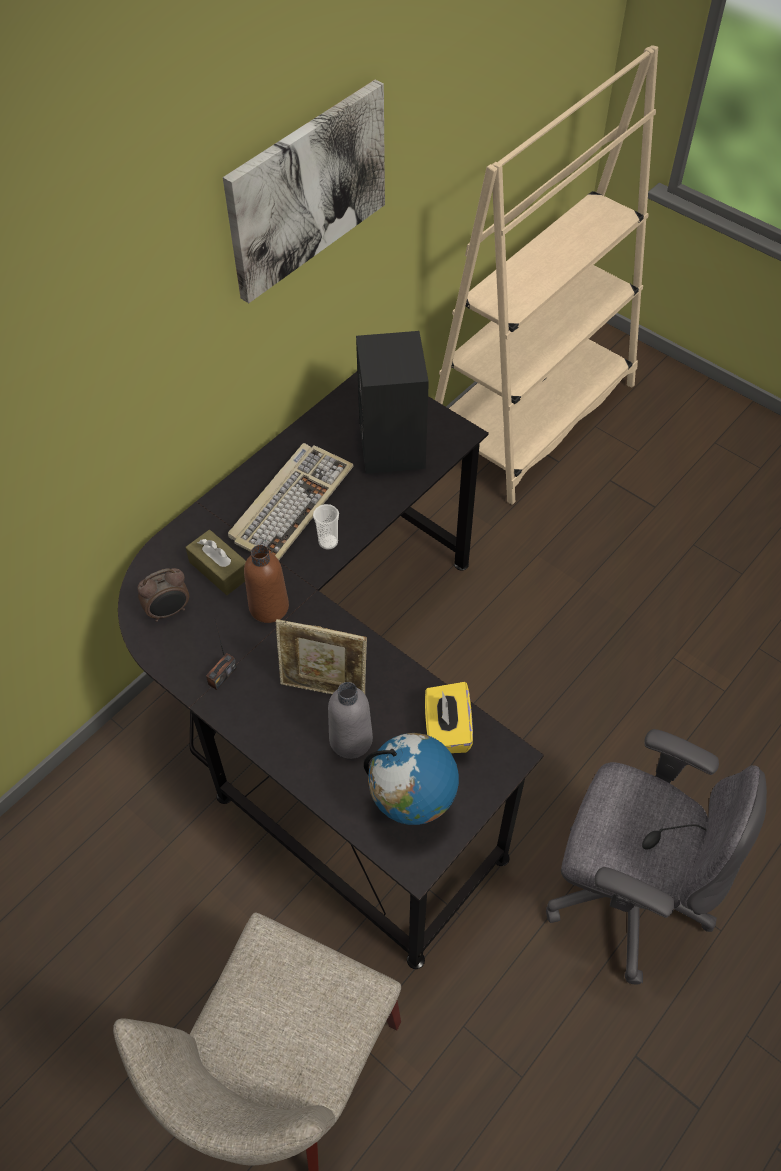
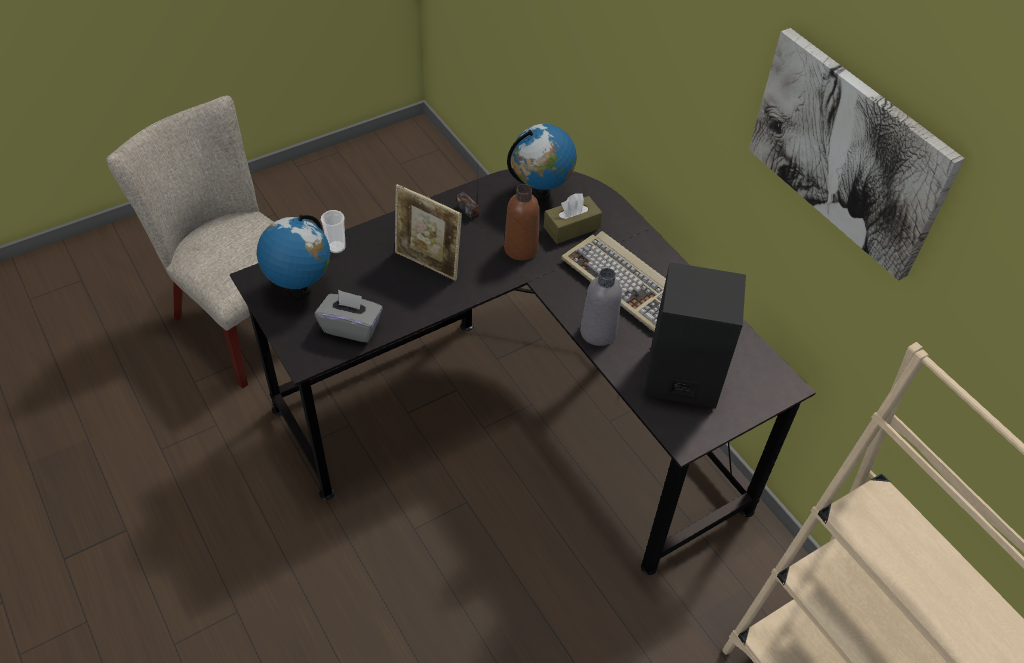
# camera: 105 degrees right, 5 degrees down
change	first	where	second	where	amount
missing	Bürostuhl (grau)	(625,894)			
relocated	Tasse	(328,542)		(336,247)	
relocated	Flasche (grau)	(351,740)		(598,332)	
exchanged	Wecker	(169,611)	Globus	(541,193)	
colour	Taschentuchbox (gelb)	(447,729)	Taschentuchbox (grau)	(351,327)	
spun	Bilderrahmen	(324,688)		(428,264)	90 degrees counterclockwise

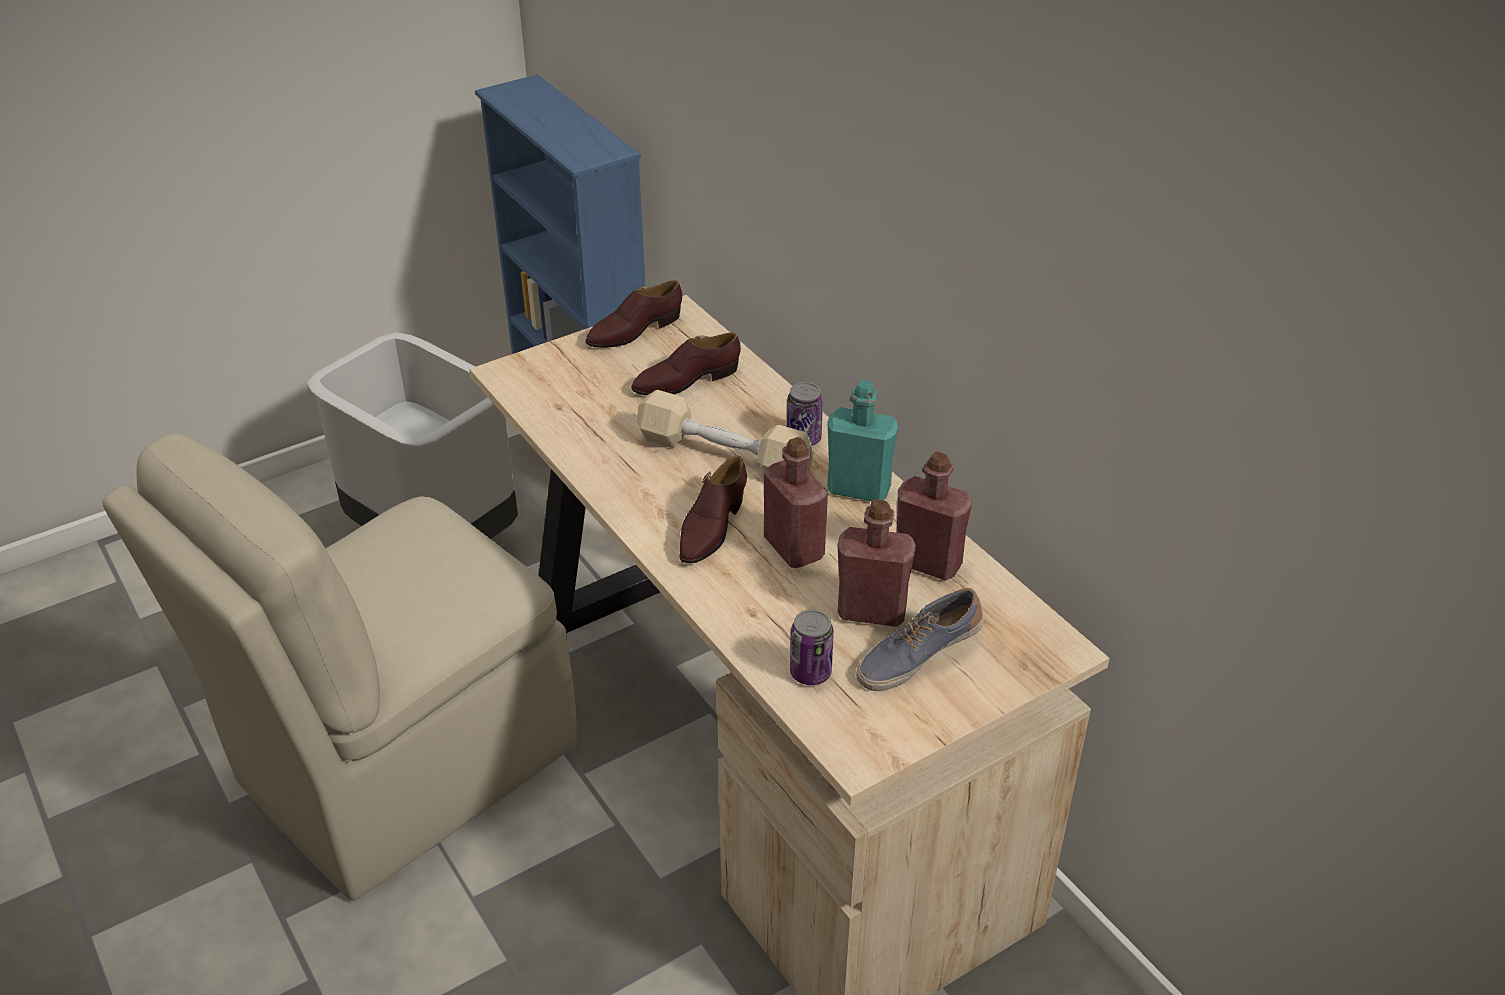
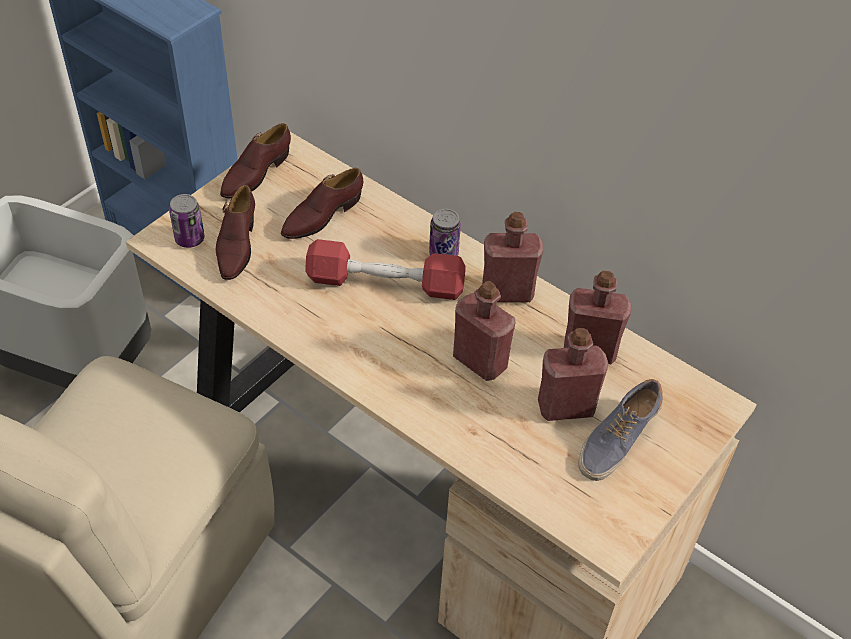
# camera: 20 degrees left, 10 degrees up
change	first	where	second	where	amount
relocated	Schuh (braun)	(711,527)		(236,245)	
relocated	Dose	(810,673)		(190,239)	
colour	Hantel (beige)	(724,455)	Hantel (rot)	(385,283)	
colour	Flasche (türkis)	(859,489)	Flasche (rot)	(507,292)	

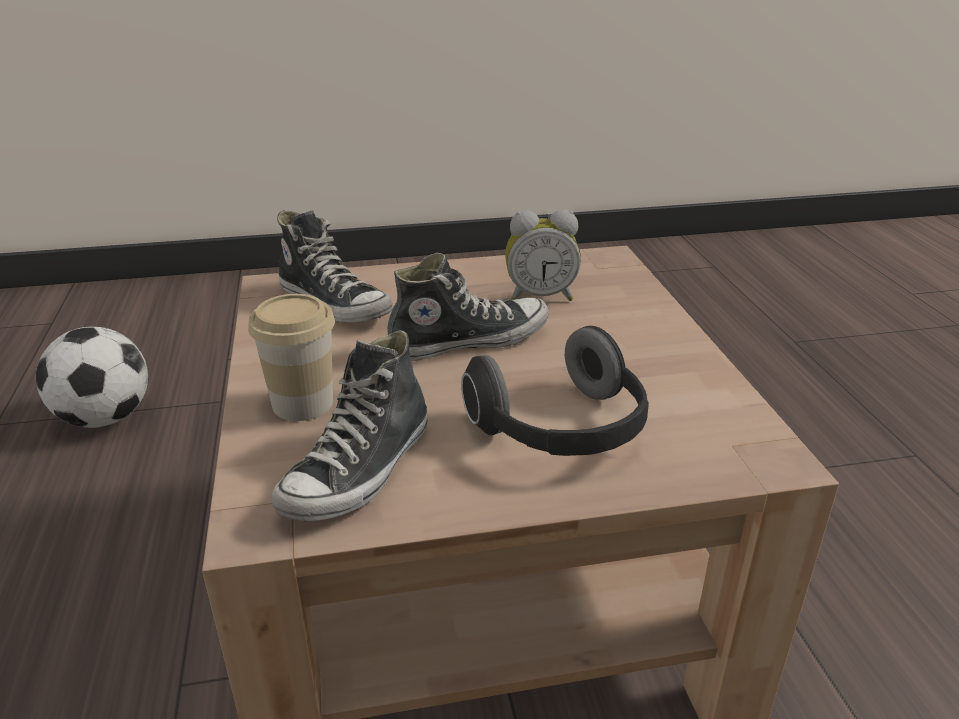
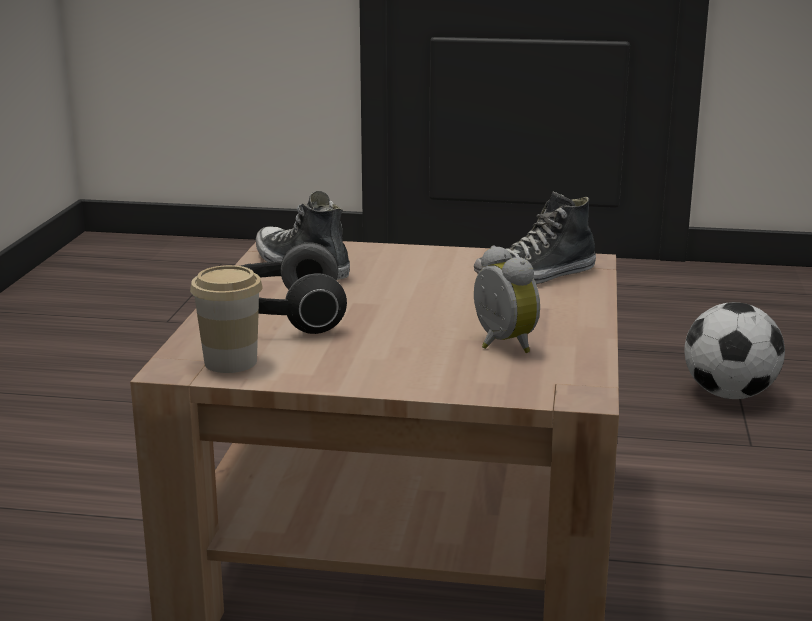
# camera: 110 degrees right, 10 degrees down
change	first	where	second	where	amount
missing	Schuh	(468,341)			
relocated	Tasse	(302,403)		(230,362)	
spun	Wecker	(540,296)		(500,345)	135 degrees clockwise

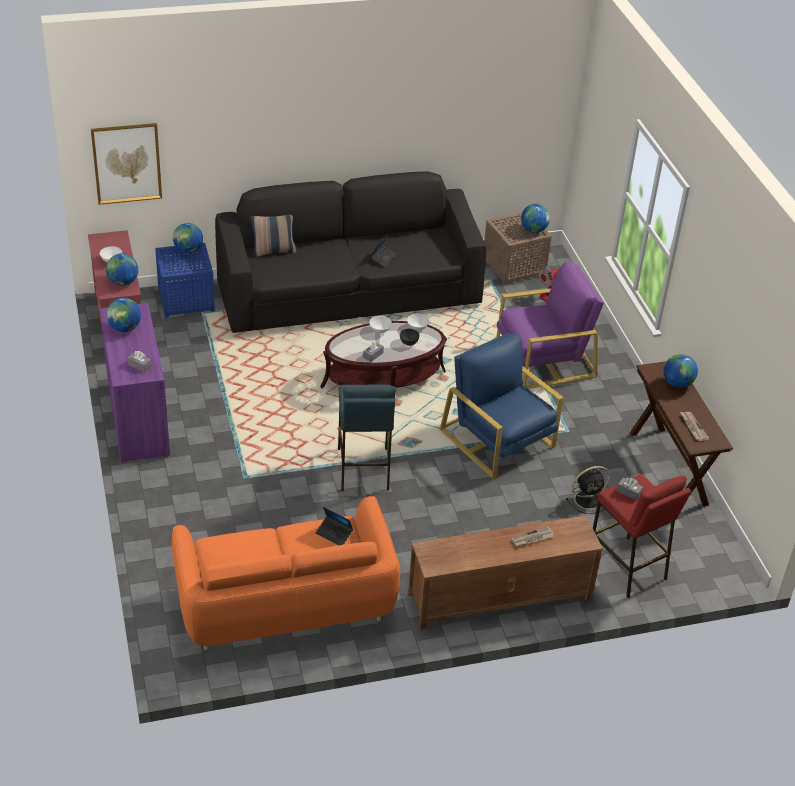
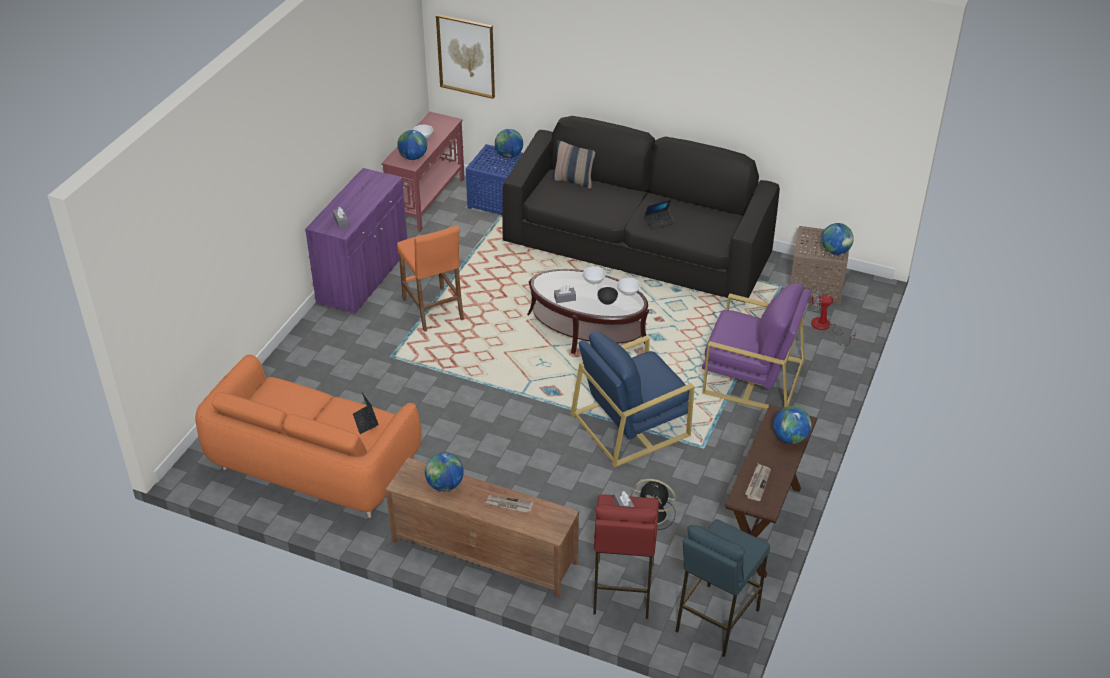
# camera: 40 degrees right, 0 degrees up
change	first	where	second	where	amount
appeared			Hocker (orange)	(433,309)	
relocated	Globus	(125,328)		(445,485)	
relocated	Hocker (blau)	(363,469)		(716,620)	
spun	Sessel (blau)	(498,439)		(631,424)	120 degrees counterclockwise

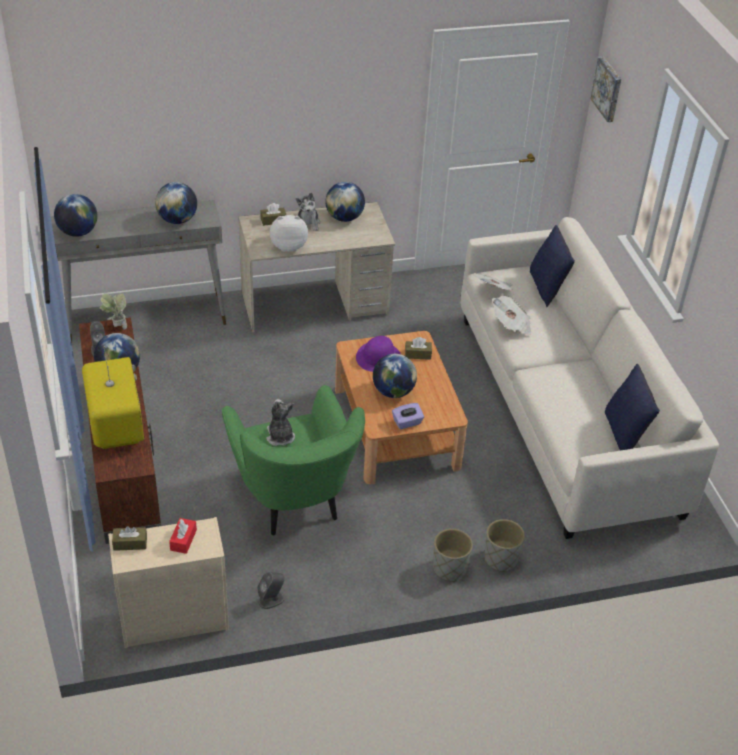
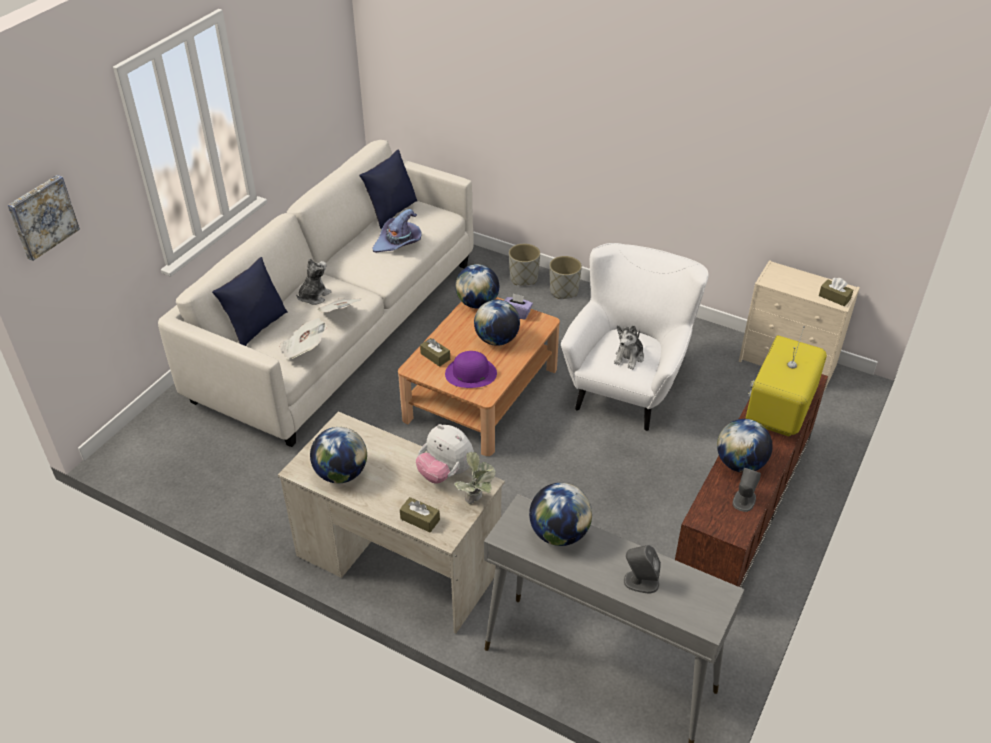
# camera: 135 degrees left, 0 degrees up
change	first	where	second	where	amount
missing	Taschentuchbox (rot)	(183,540)			
appeared			Hut (lila)	(398,243)	
relocated	Globus	(78,232)		(477,303)	
relocated	Topfpflanze	(116,327)		(477,500)	
relocated	Lautsprecher (grau)	(271,599)		(640,582)	
relocated	Plüschtier	(308,223)		(313,296)	
colour	Sessel (grün)	(294,502)	Sessel (weiß)	(627,387)	

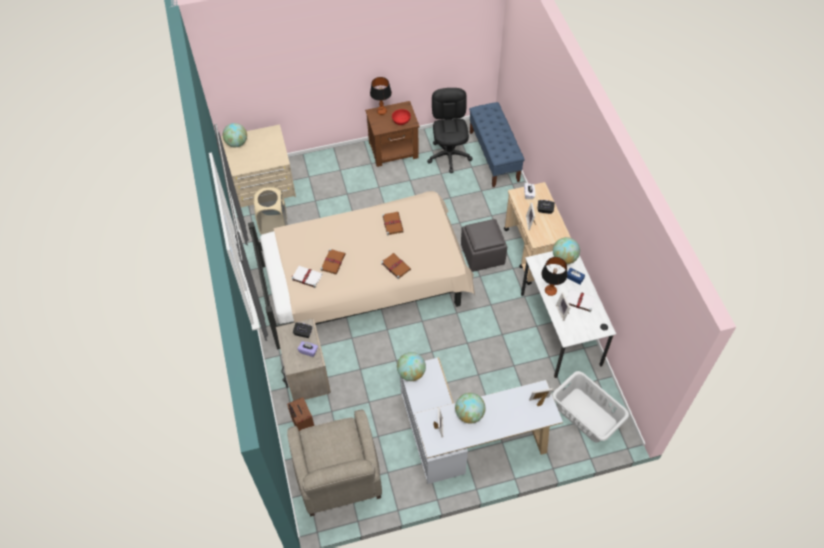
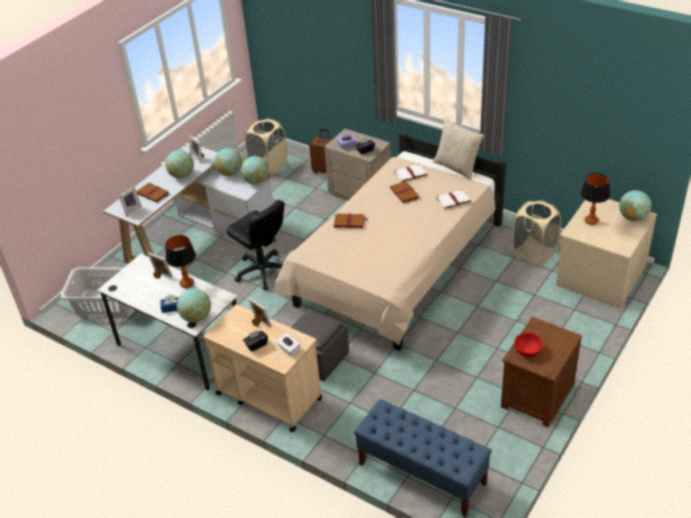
# camera: 140 degrees right, 15 degrees down
change	first	where	second	where	amount
appeared			Globus	(230,173)	
appeared			Kissen (beige)	(457,167)	
relocated	Tischlampe	(381,111)		(591,221)	
relocated	Buch (braun)	(392,223)		(153,194)	
relocated	Bürostuhl (schwarz)	(449,156)		(262,271)	
relocated	Buch (weiß)	(579,300)		(454,200)	
exchanged	Sessel (beige)	(338,476)	Wäschekorb (beige)	(269,166)	

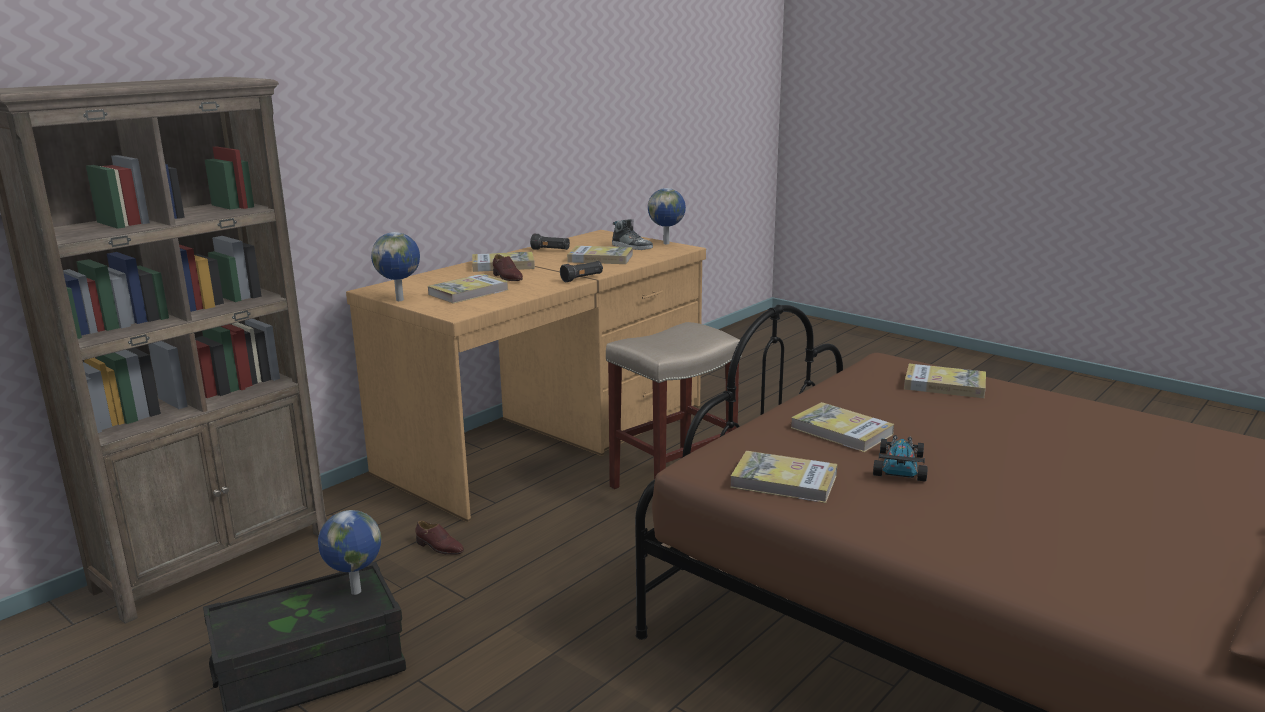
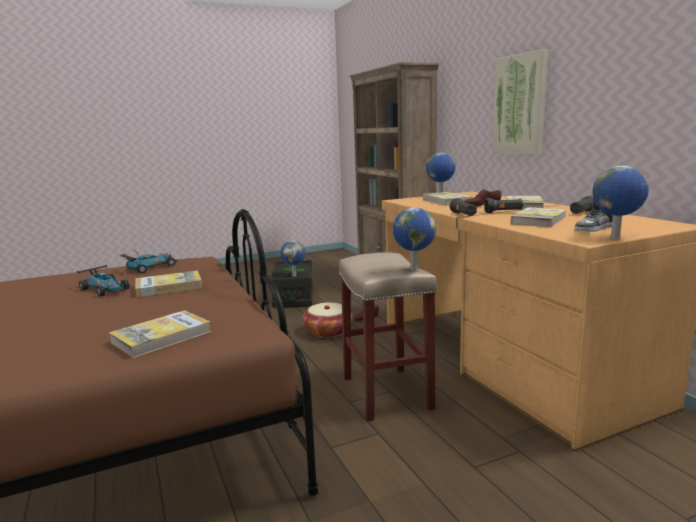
# camera: 115 degrees right, 5 degrees down
change	first	where	second	where	amount
appeared			Korb	(328,331)	
appeared			Globus	(413,269)	
appeared			Taschenlampe (schwarz)	(503,212)	
appeared			Bild	(520,104)	
exchanged	Buch	(784,481)	Spielzeugauto	(151,267)	

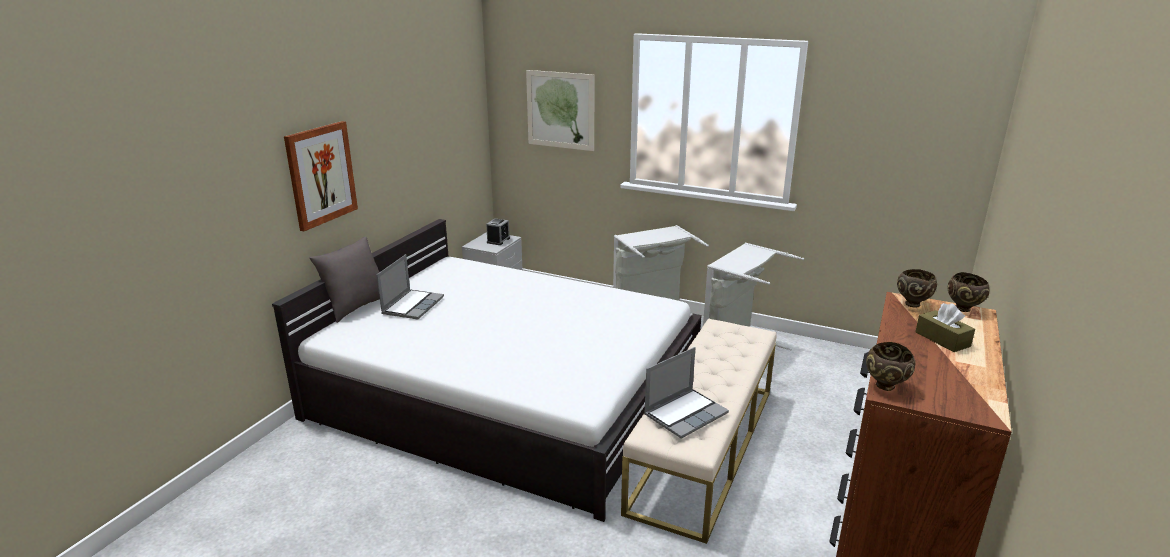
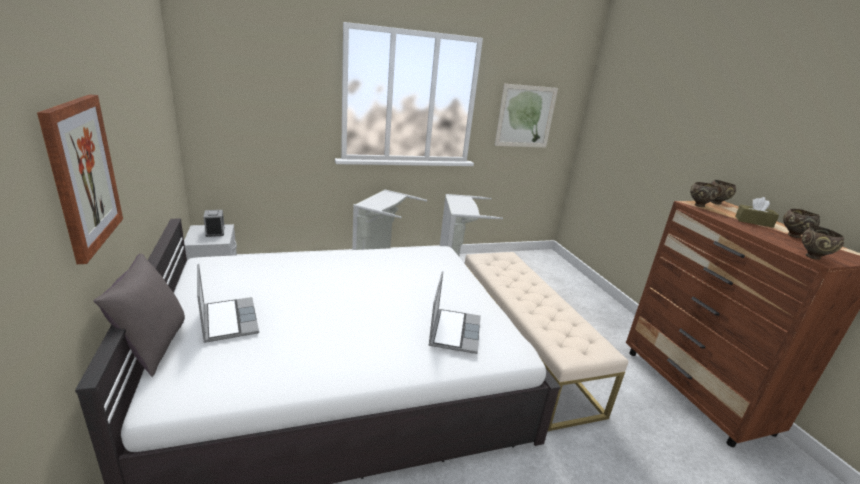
# camera: 45 degrees left, 0 degrees up
change	first	where	second	where	amount
appeared			Schüssel (braun)	(793,235)	
relocated	Bild	(560,110)		(525,116)	
relocated	Laptop	(685,413)		(454,331)	

